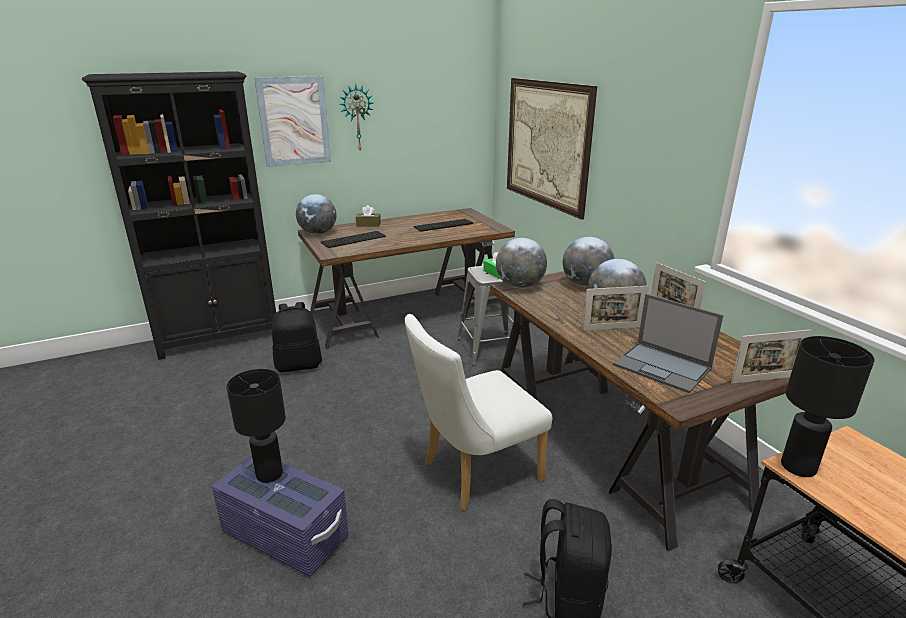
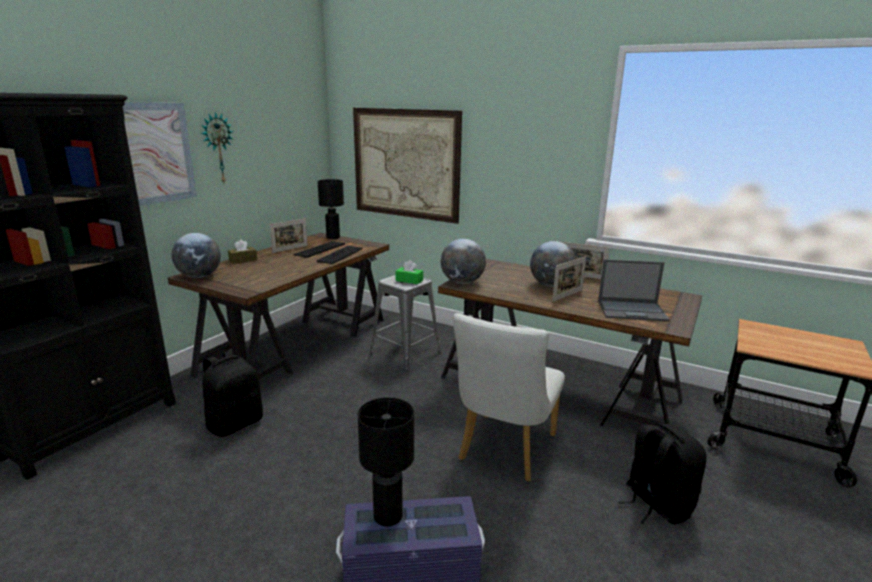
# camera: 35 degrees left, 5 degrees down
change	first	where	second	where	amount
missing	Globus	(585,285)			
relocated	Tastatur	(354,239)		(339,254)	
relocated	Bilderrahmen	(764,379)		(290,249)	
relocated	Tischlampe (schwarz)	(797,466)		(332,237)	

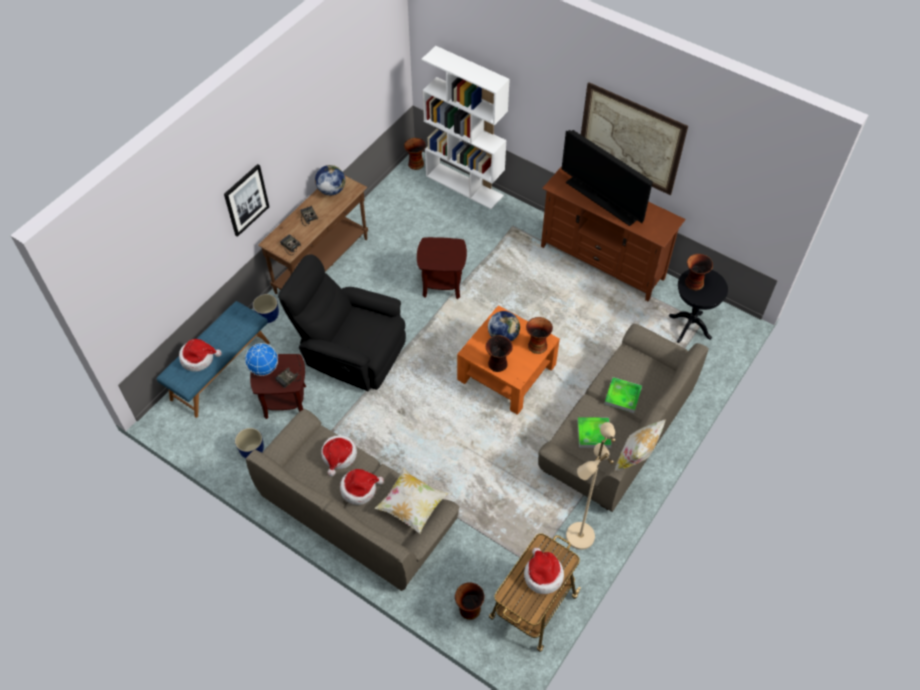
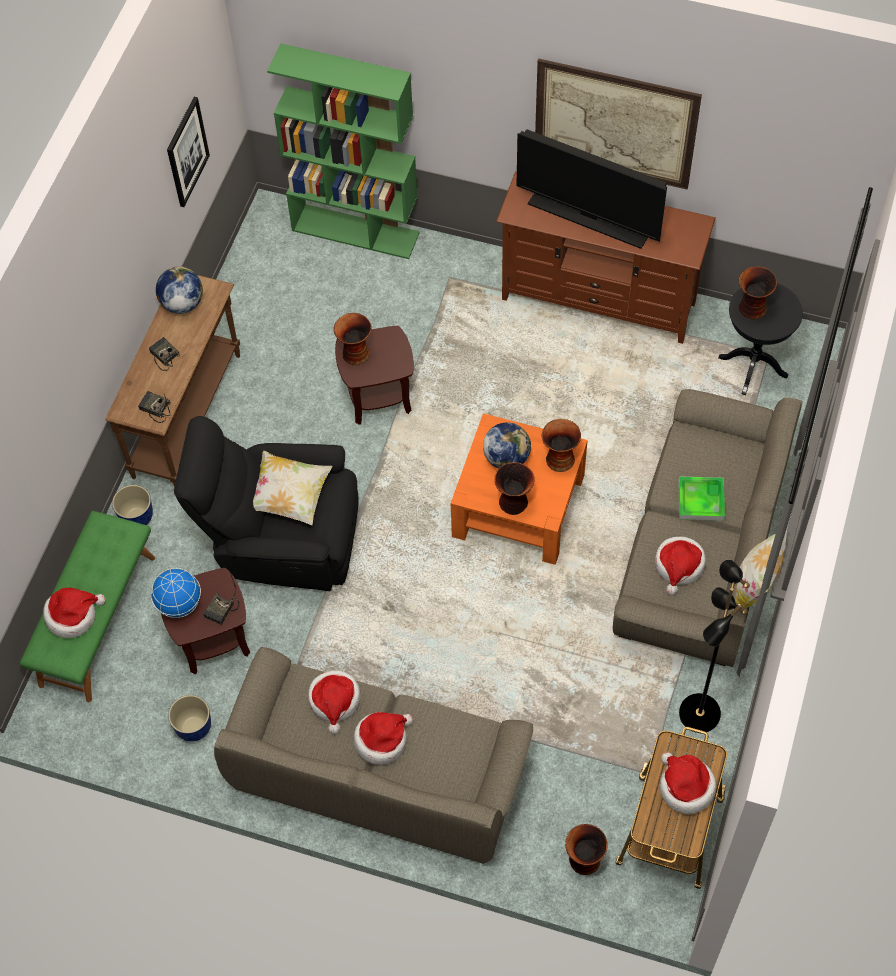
# camera: 15 degrees left, 5 degrees up
change	first	where	second	where	amount
relocated	Bild	(246,200)		(186,152)	
relocated	Kissen	(412,506)		(289,497)	
relocated	Vase	(415,164)		(355,354)	
exchanged	Tablett	(593,434)	Hut	(679,566)	
colour	Bank (blau)	(220,370)	Bank (grün)	(97,620)	
colour	Bücherregal (weiß)	(465,185)	Bücherregal (grün)	(356,231)	
colour	Stehlampe (beige)	(579,535)	Stehlampe (schwarz)	(698,713)	

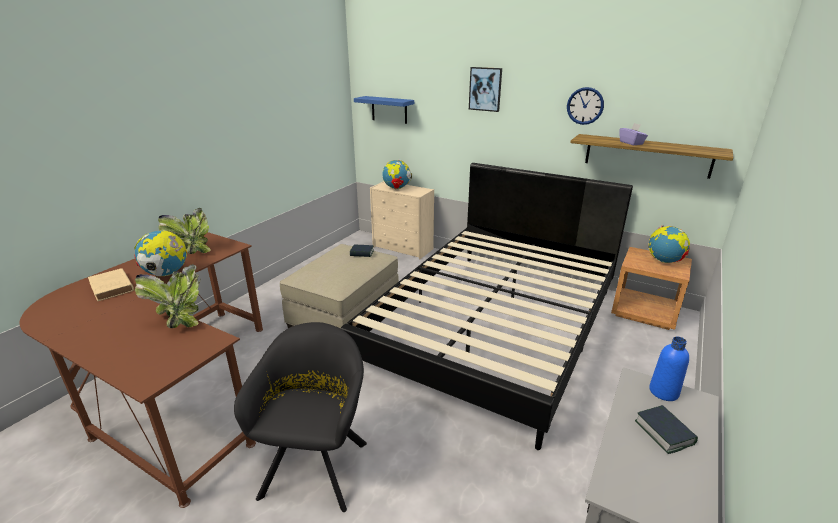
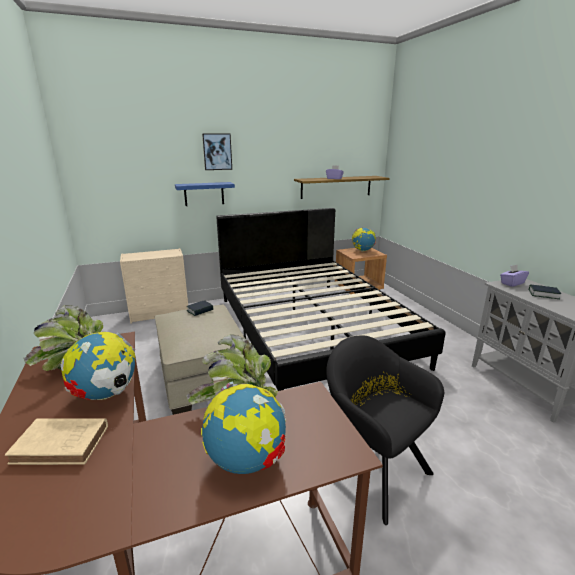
# camera: 50 degrees left, 5 degrees down
change	first	where	second	where	amount
missing	Wanduhr	(585,106)			
relocated	Wandregal (blau)	(389,109)		(204,194)	
relocated	Globus	(397,188)		(247,460)	
exchanged	Flasche (blau)	(663,392)	Taschentuchbox (lila)	(512,283)	

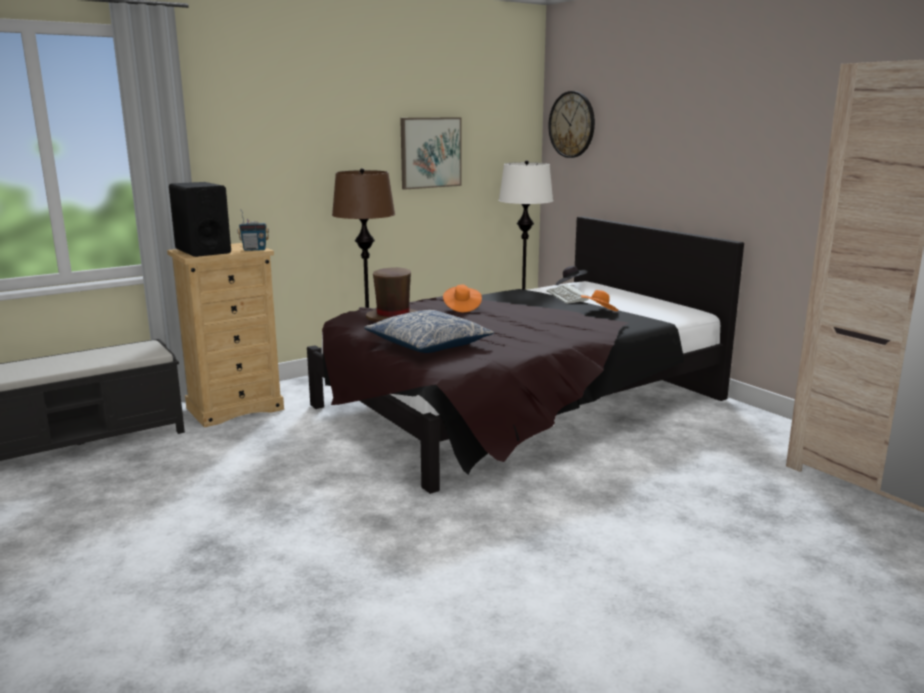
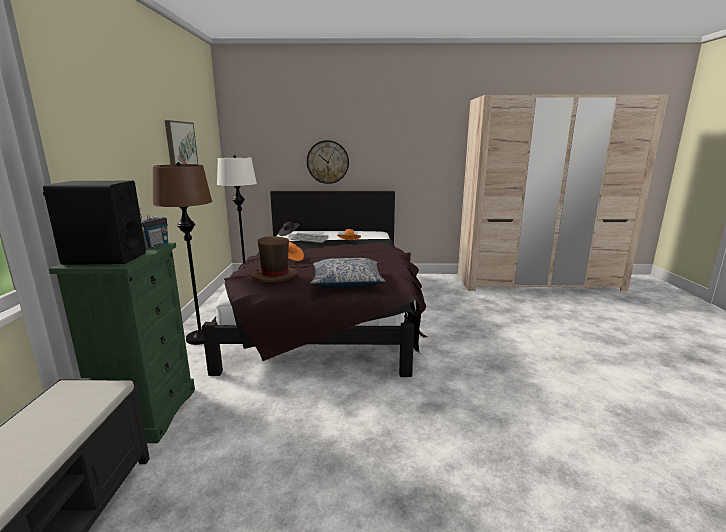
# camera: 55 degrees left, 0 degrees up
change	first	where	second	where	amount
relocated	Wanduhr	(572,124)		(327,162)	
colour	Kommode (beige)	(235,408)	Kommode (grün)	(148,413)	

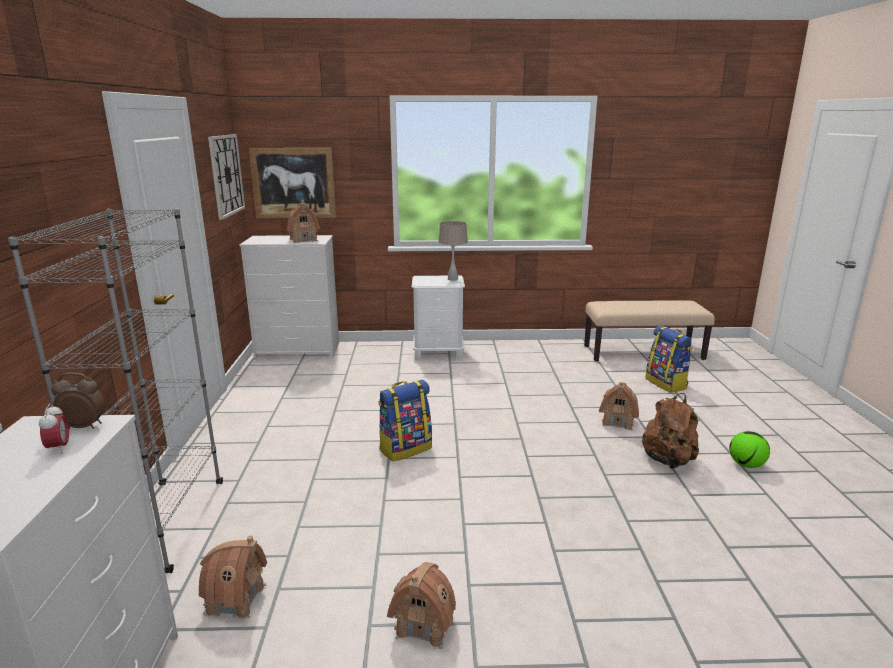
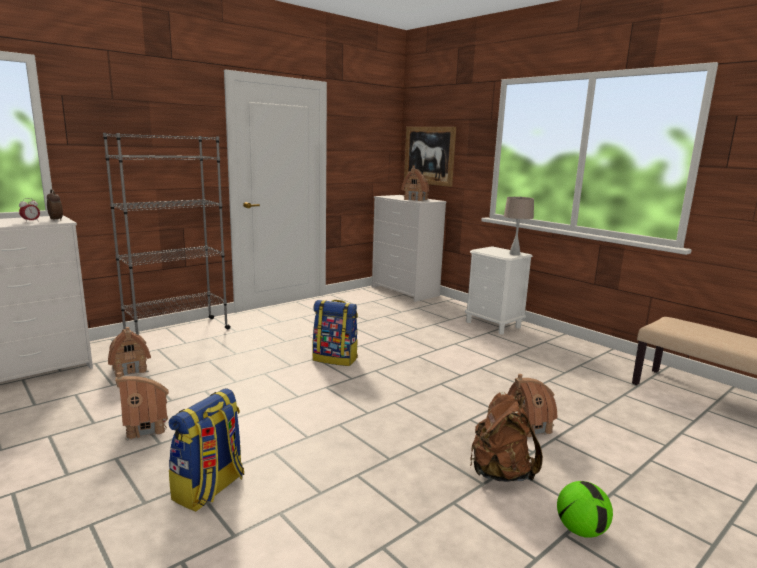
# camera: 50 degrees right, 5 degrees down
change	first	where	second	where	amount
missing	Wanduhr	(226,175)			
relocated	Rucksack	(666,384)		(209,489)	

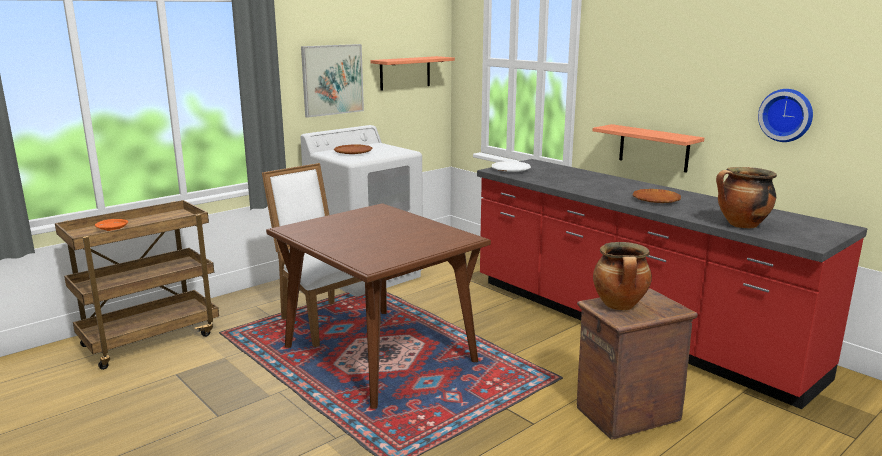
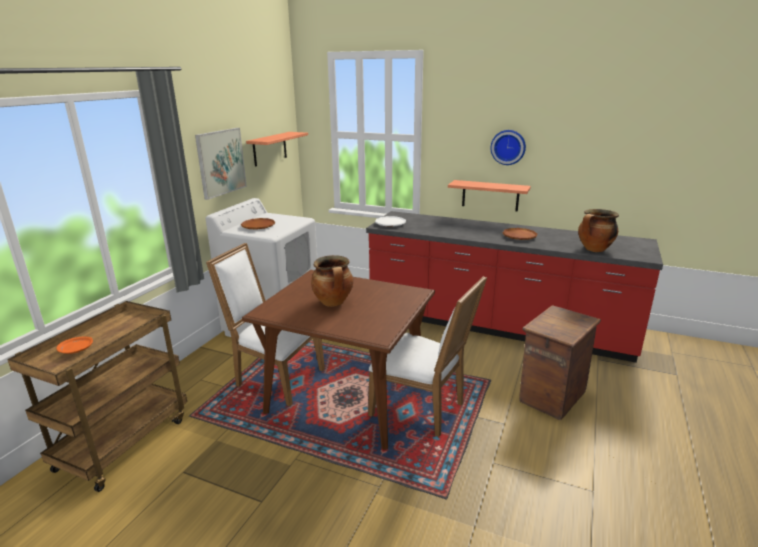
# camera: 25 degrees left, 5 degrees up
change	first	where	second	where	amount
appeared			Stuhl (weiß)	(422,409)	
relocated	Kochtopf	(620,306)		(334,303)	
relocated	Wanduhr	(786,115)		(508,147)	

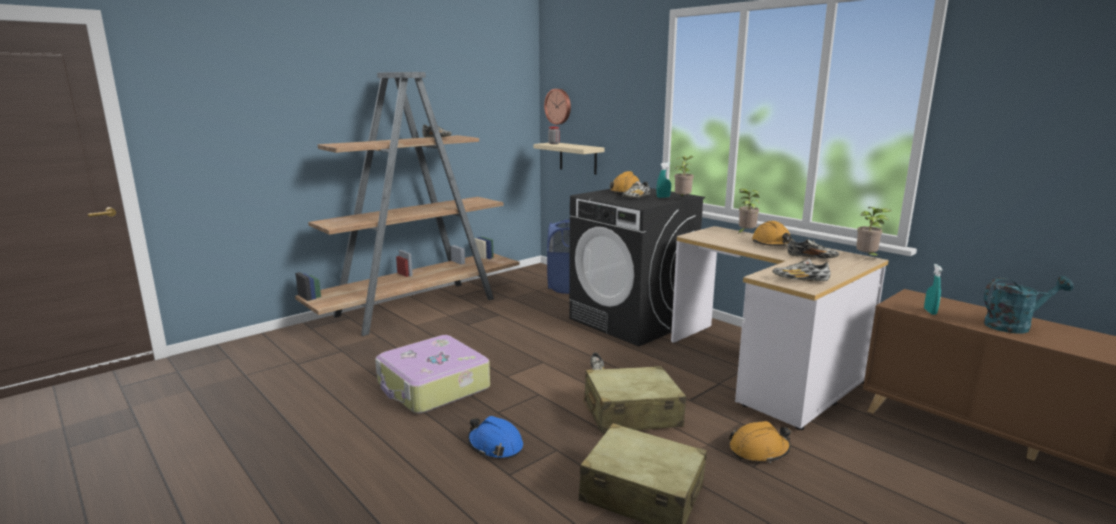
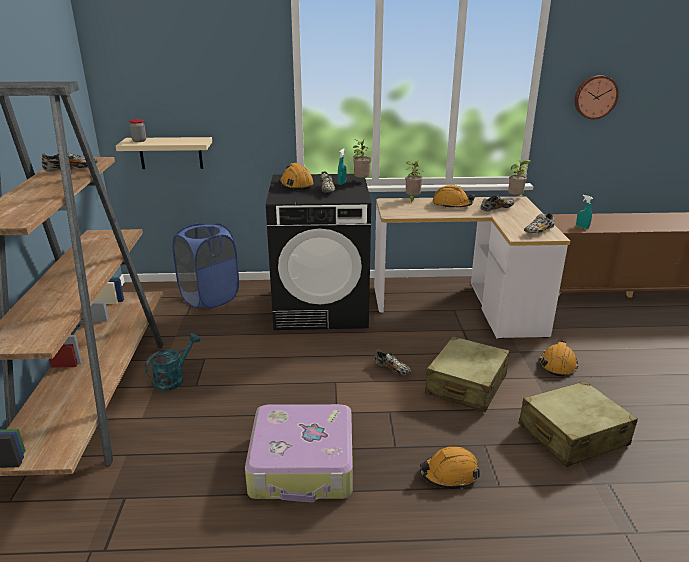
# camera: 50 degrees left, 10 degrees up
change	first	where	second	where	amount
relocated	Wanduhr	(558,106)		(595,97)	
relocated	Gießkanne (türkis)	(1014,326)		(173,379)	
colour	Schutzhelm (blau)	(495,446)	Schutzhelm (orange)	(449,474)	

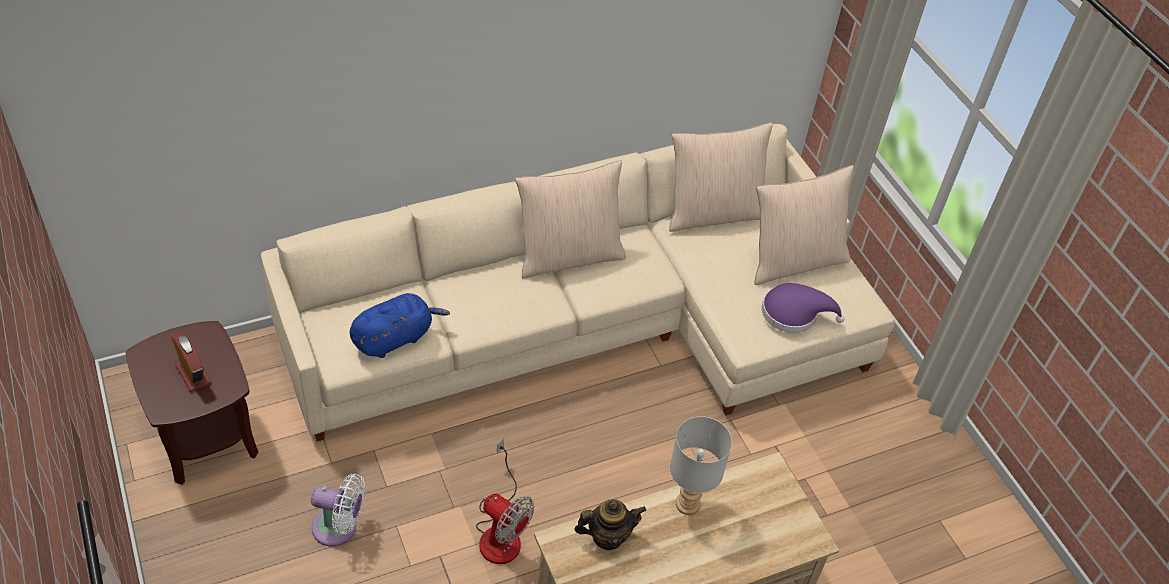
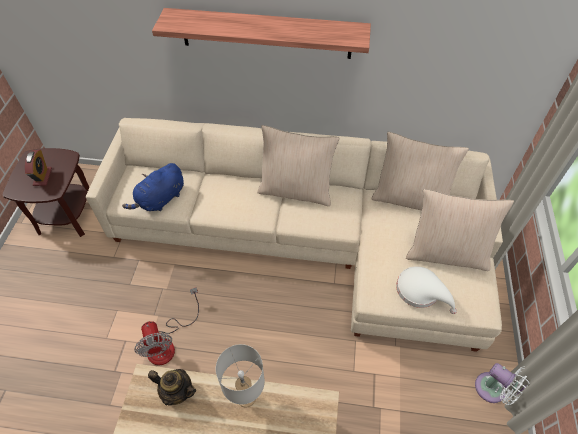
# camera: 35 degrees right, 5 degrees up
change	first	where	second	where	amount
appeared			Wandregal	(266,33)	
relocated	Ventilator (weiß)	(339,528)		(493,390)	
colour	Hut (lila)	(794,313)	Hut (weiß)	(421,291)	
spun	Plüschtier (blau)	(395,338)		(160,200)	135 degrees clockwise

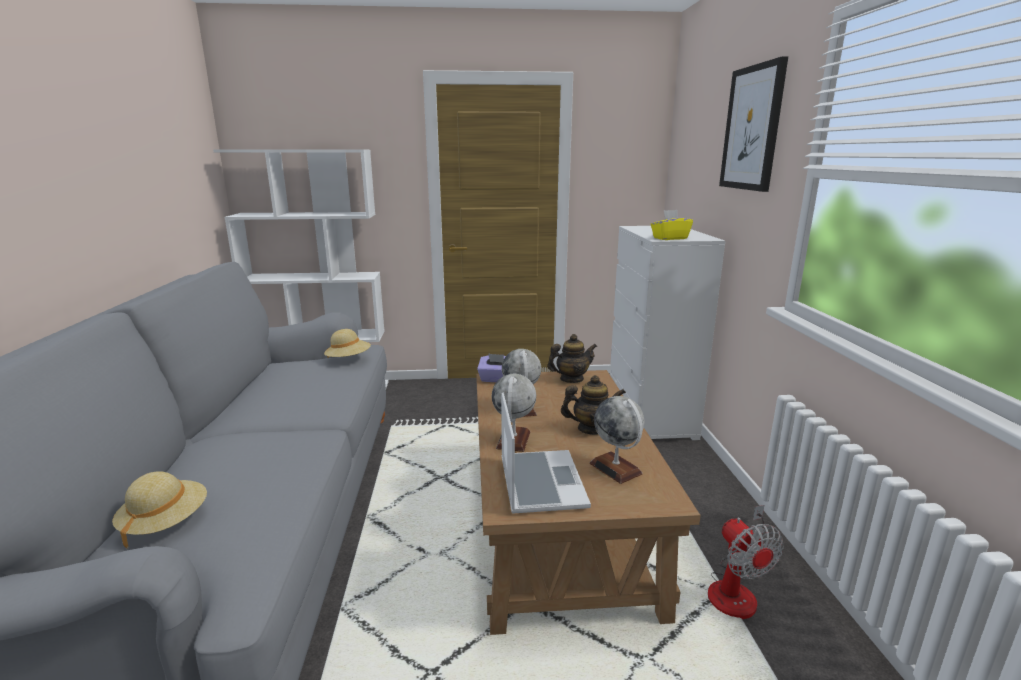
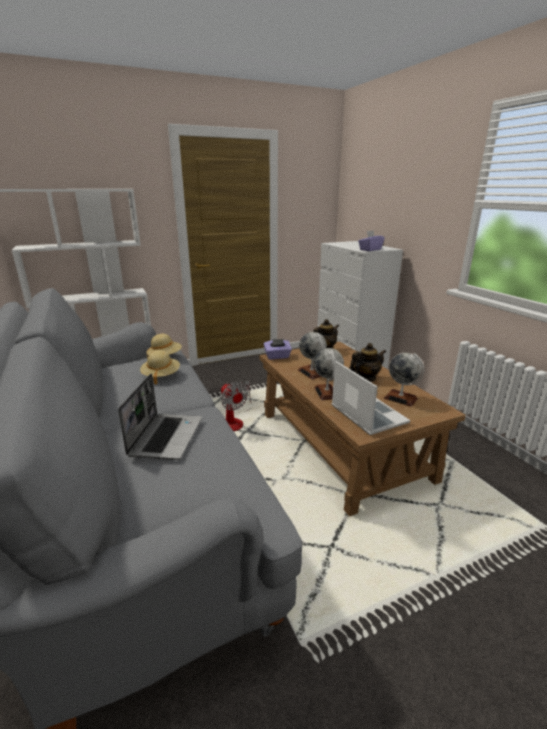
# camera: 20 degrees left, 5 degrees up
change	first	where	second	where	amount
missing	Bild	(752,128)			
appeared			Laptop	(166,436)	
relocated	Hut (beige)	(165,522)		(161,376)	
relocated	Ventilator	(736,589)		(235,421)	
colour	Taschentuchbox (gelb)	(669,238)	Taschentuchbox (lila)	(370,250)	

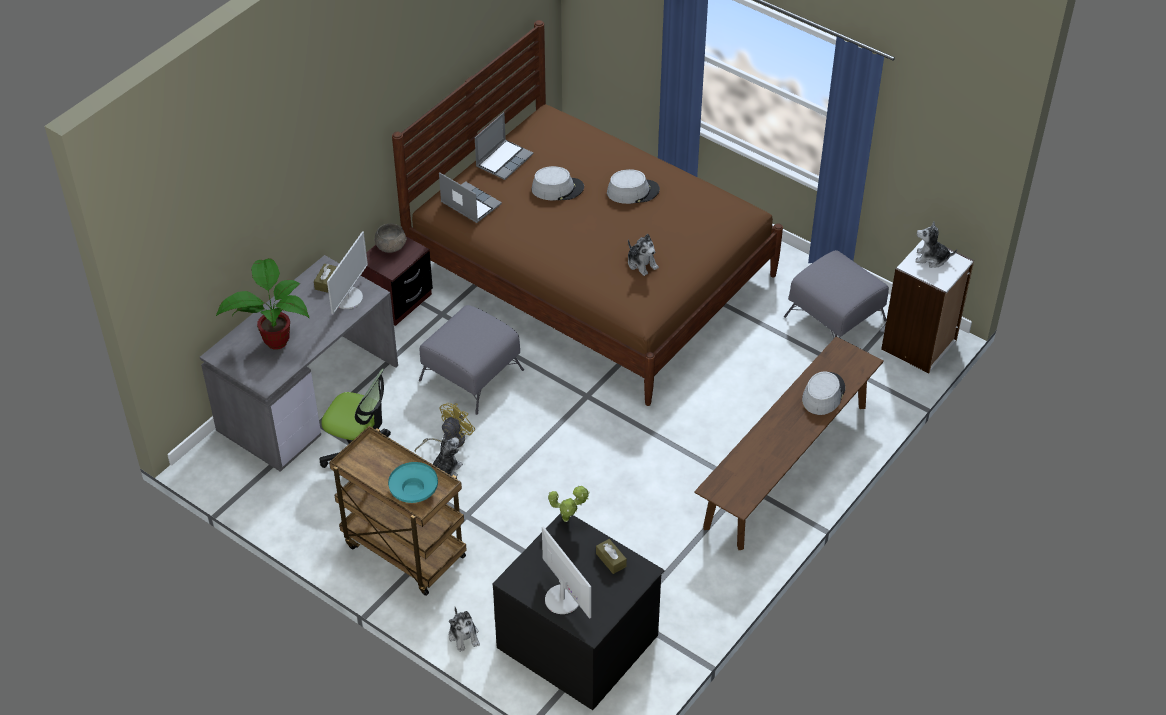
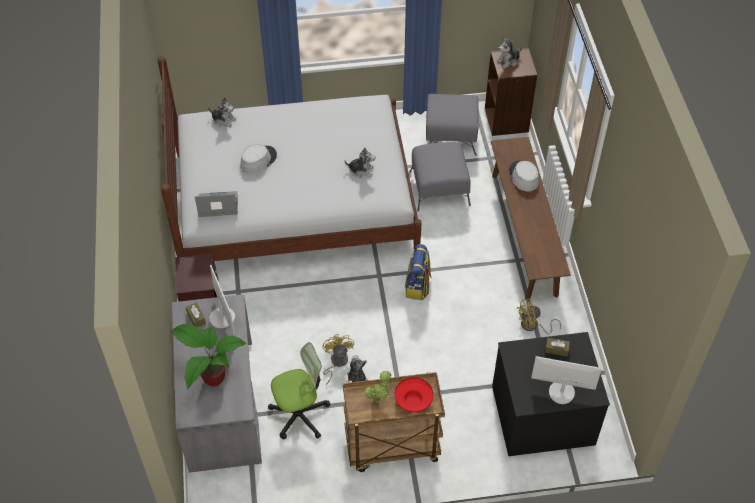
# camera: 45 degrees left, 5 degrees up
change	first	where	second	where	amount
missing	Schüssel (grau)	(391,247)			
missing	Laptop	(504,160)			
missing	Hut (grau)	(633,191)			
appeared			Rucksack	(418,286)	
appeared			Ventilator (gelb)	(533,326)	
relocated	Polsterhocker (grau)	(472,375)		(439,188)	
relocated	Plüschtier	(464,635)		(223,120)	
relocated	Topfpflanze	(568,519)		(378,399)	
colour	Schüssel (türkis)	(413,491)	Schüssel (rot)	(413,400)	
colour	Bett (braun)	(592,273)	Bett (weiß)	(294,203)	
colour	Bücherregal (weiß)	(919,345)	Bücherregal (braun)	(507,120)	

